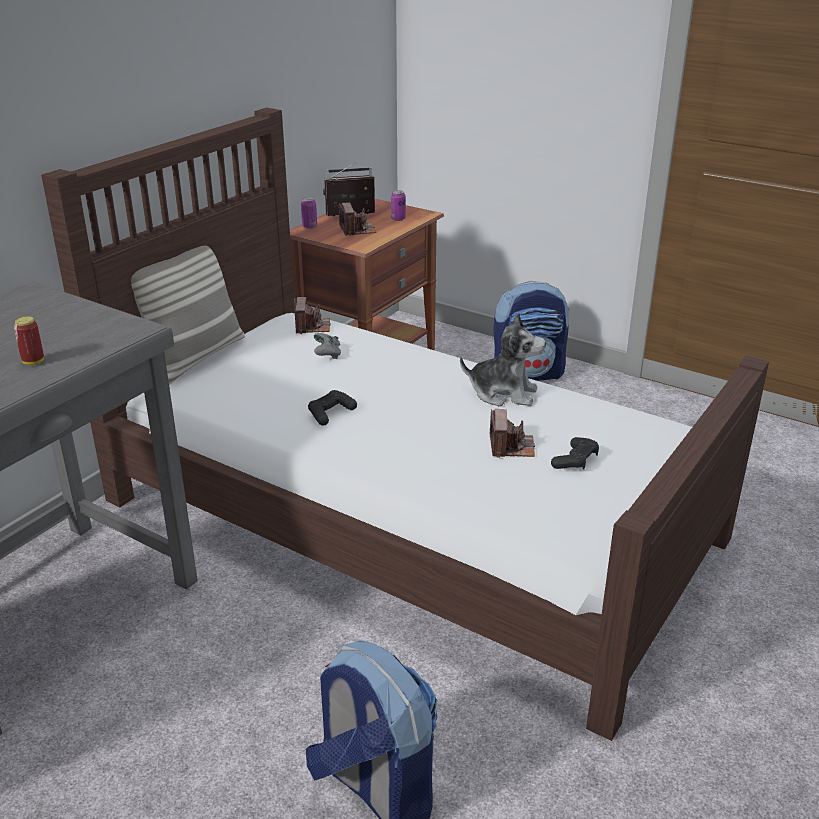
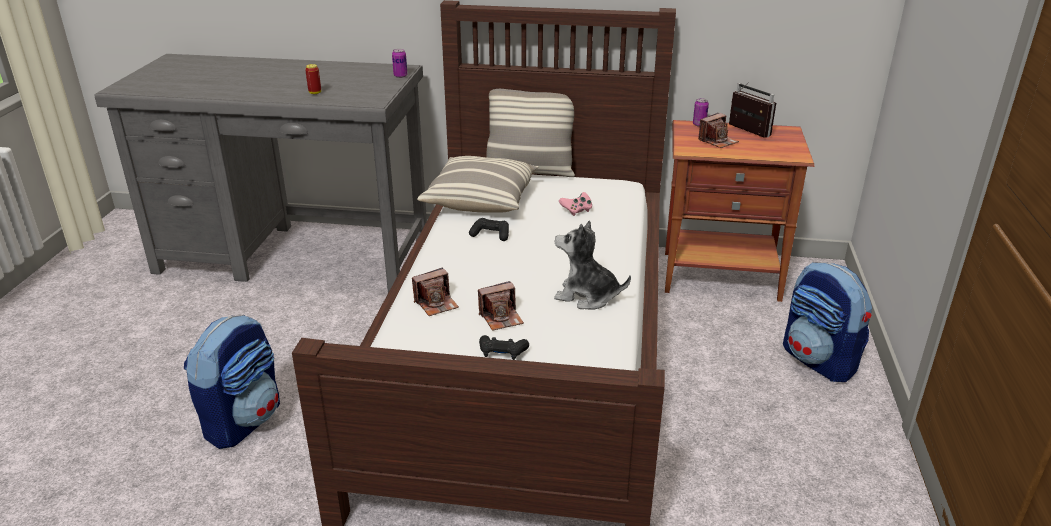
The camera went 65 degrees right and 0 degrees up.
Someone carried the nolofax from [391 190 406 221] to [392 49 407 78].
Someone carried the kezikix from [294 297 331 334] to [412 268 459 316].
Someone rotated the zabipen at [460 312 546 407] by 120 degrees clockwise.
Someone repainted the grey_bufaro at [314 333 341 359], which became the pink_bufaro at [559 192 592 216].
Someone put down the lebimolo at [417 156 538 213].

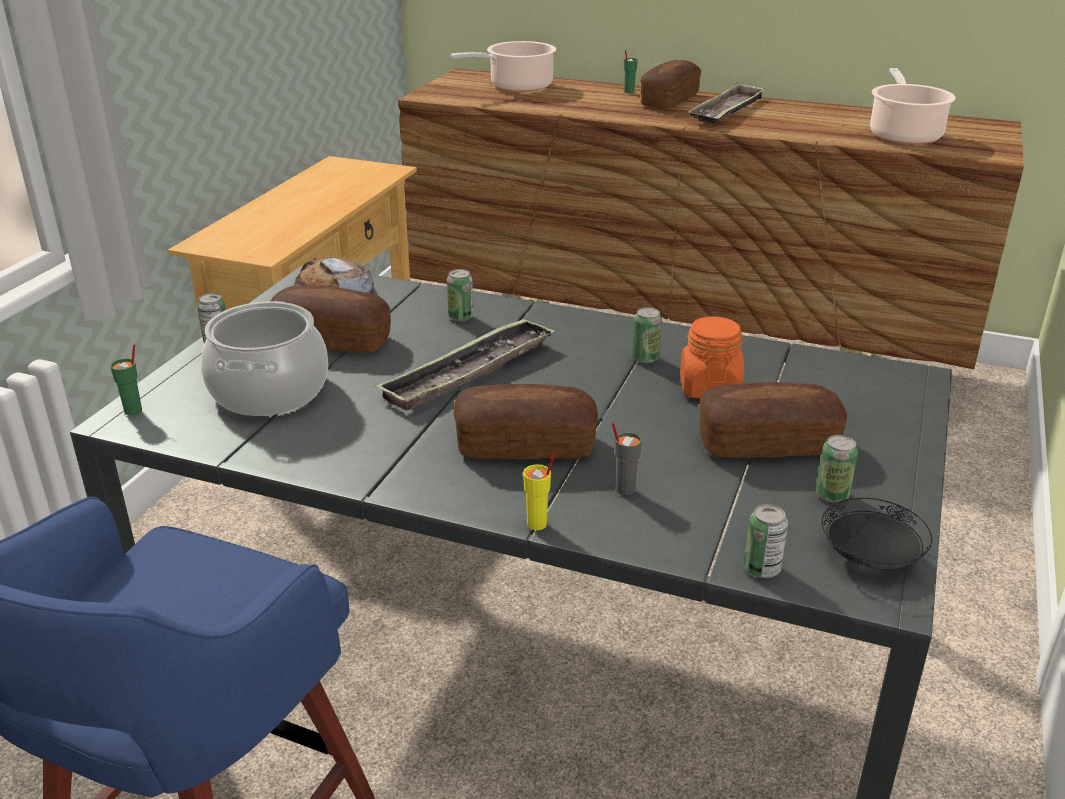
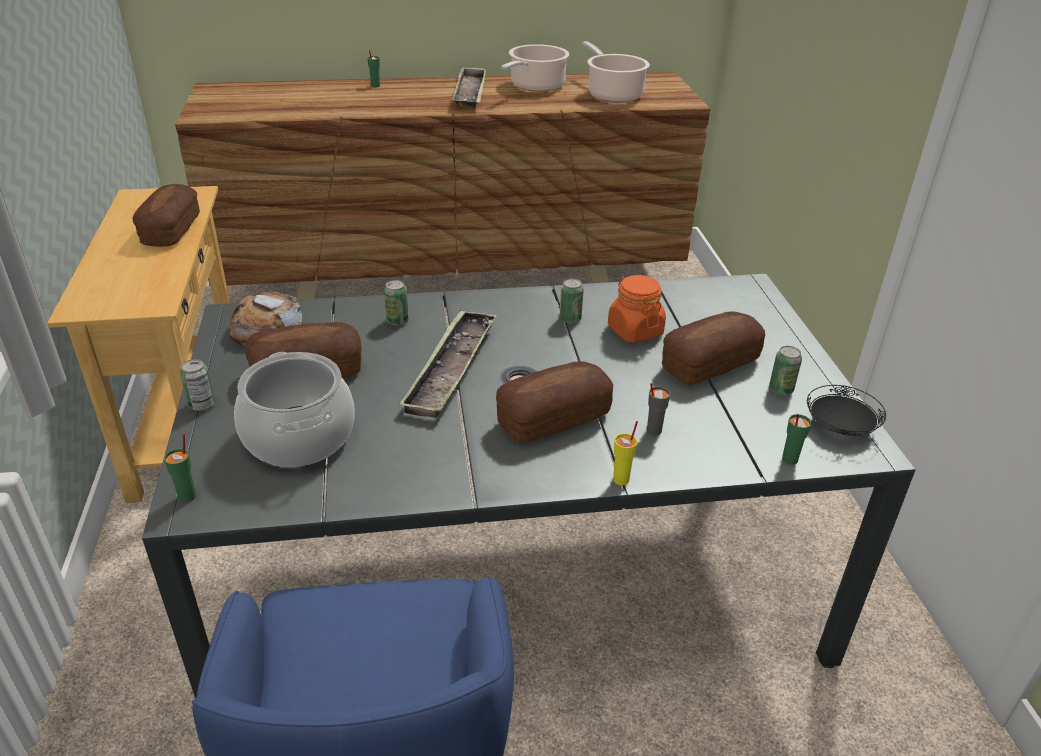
The camera went 30 degrees left and 5 degrees up.
Someone carried the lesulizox from [451 41 556 92] to [501 44 569 92].
Someone carried the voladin from [640 60 701 109] to [133 184 200 246].
Someone swapped the nolofax at [744 504 788 578] for the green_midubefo at [782 414 812 465].

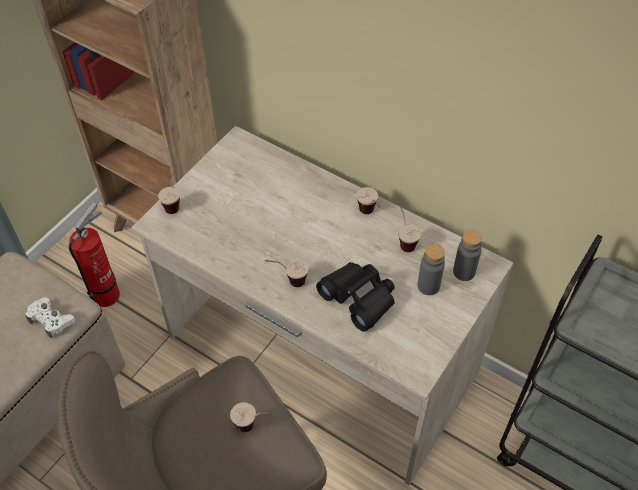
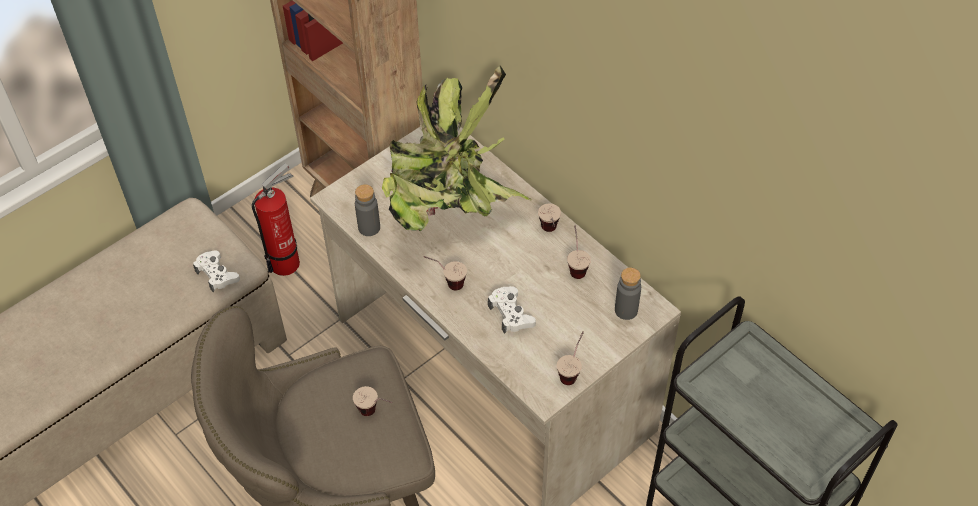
The camera went 15 degrees right and 0 degrees up.
Someone carried the midubefo from [158 164 180 214] to [557 331 584 385].
Someone carried the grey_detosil from [418 244 445 295] to [355 184 380 236].
Someone swapped the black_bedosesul at [316 262 395 332] for the white_bufaro at [488 286 536 334].
Someone put down the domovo at [382 66 532 232].

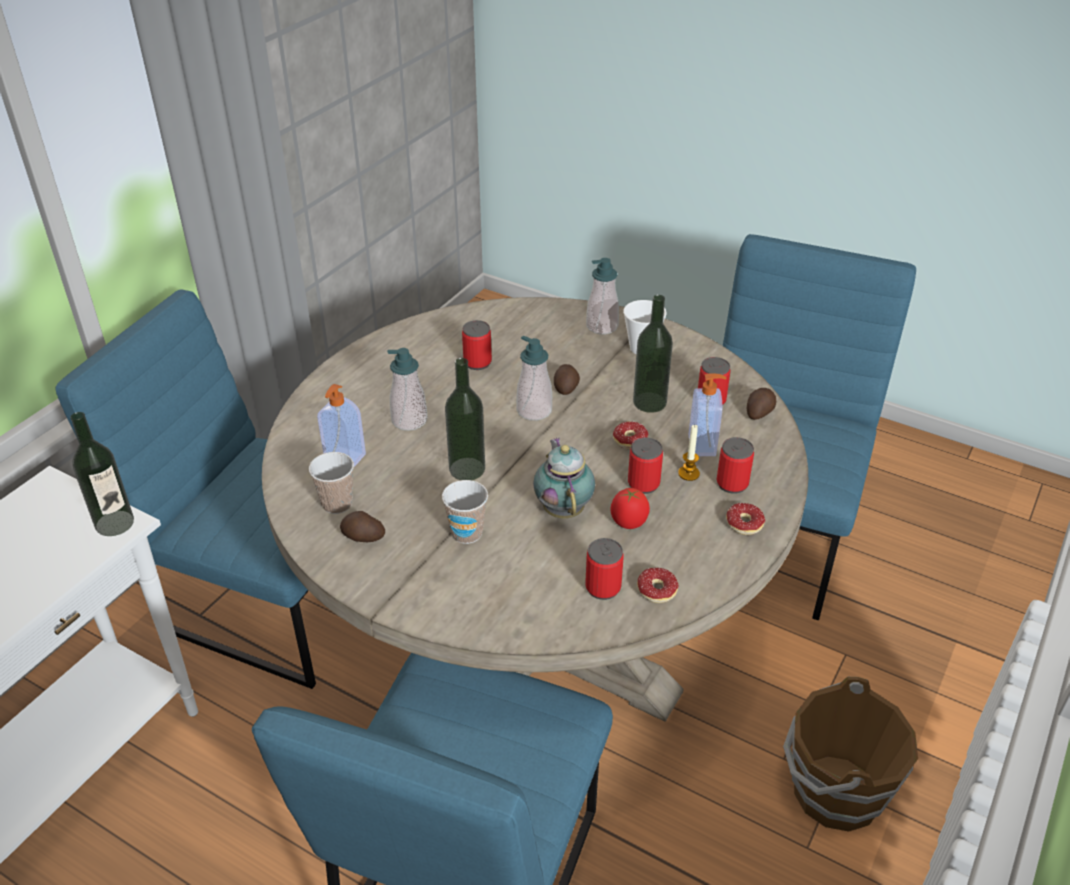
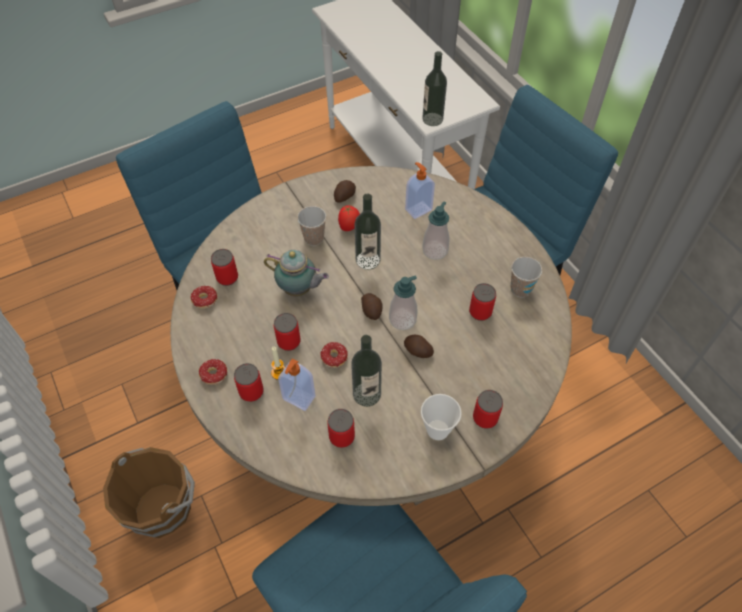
The camera went 120 degrees right and 15 degrees up.
Someone swapped the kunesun at [586 258 619 334] for the nolofax at [473 390 503 428].
Someone carried the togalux from [747 388 776 420] to [361 293 383 320].
Someone carried the midubefo from [309 452 354 514] to [511 257 542 297].
Someone carried the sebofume from [610 488 650 529] to [338 205 360 231].

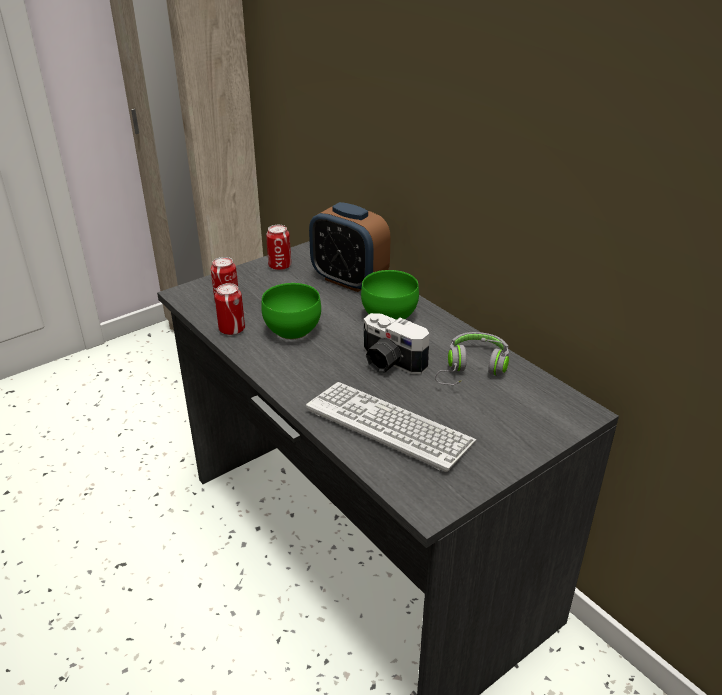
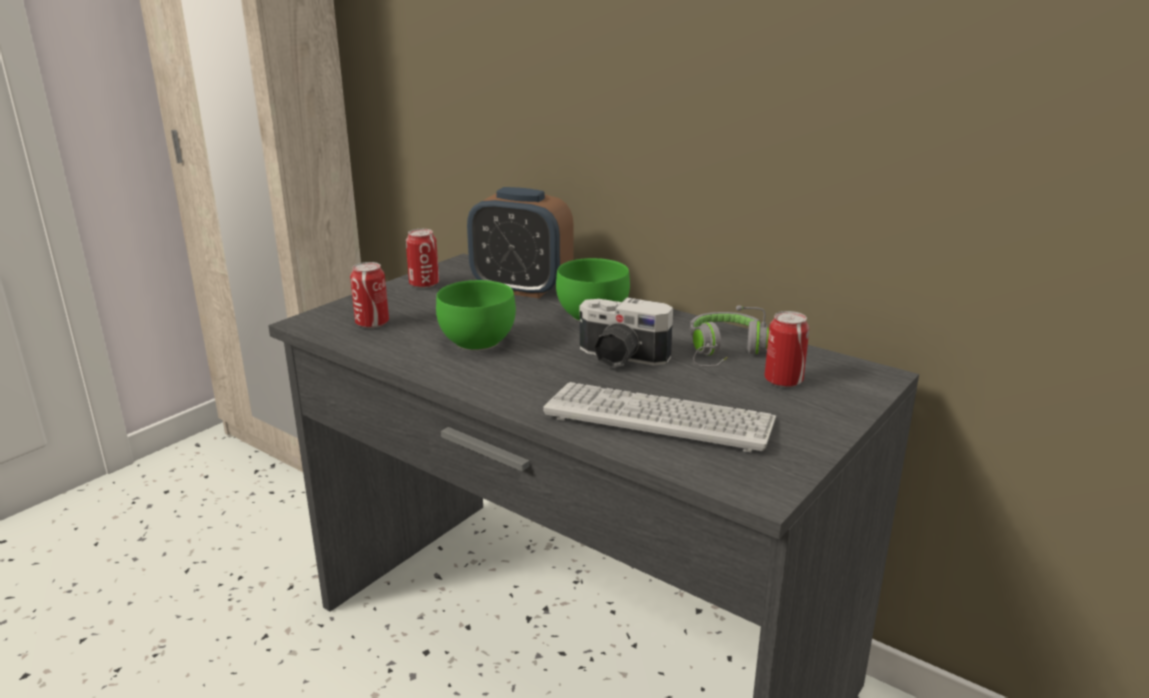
The camera went 15 degrees left and 10 degrees down.
Someone carried the nolofax from [215 283 245 335] to [765 311 809 387].

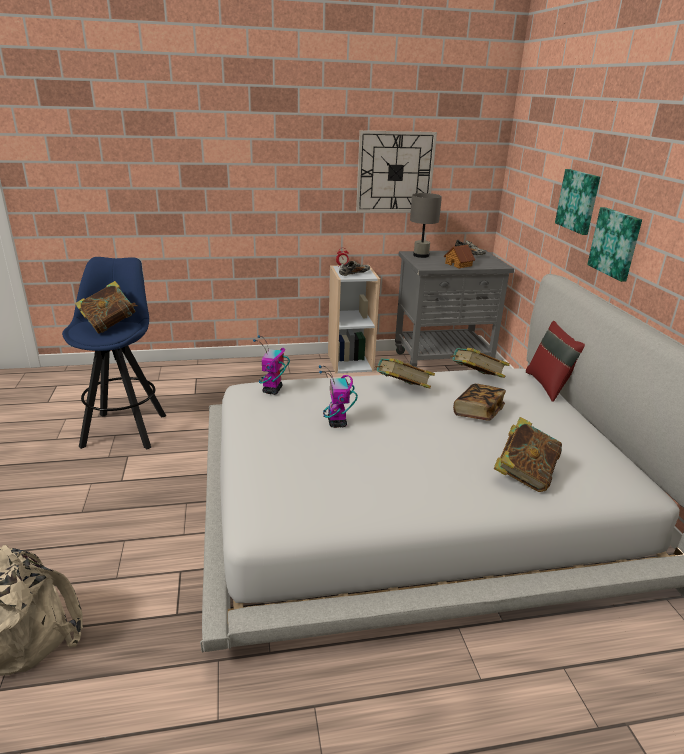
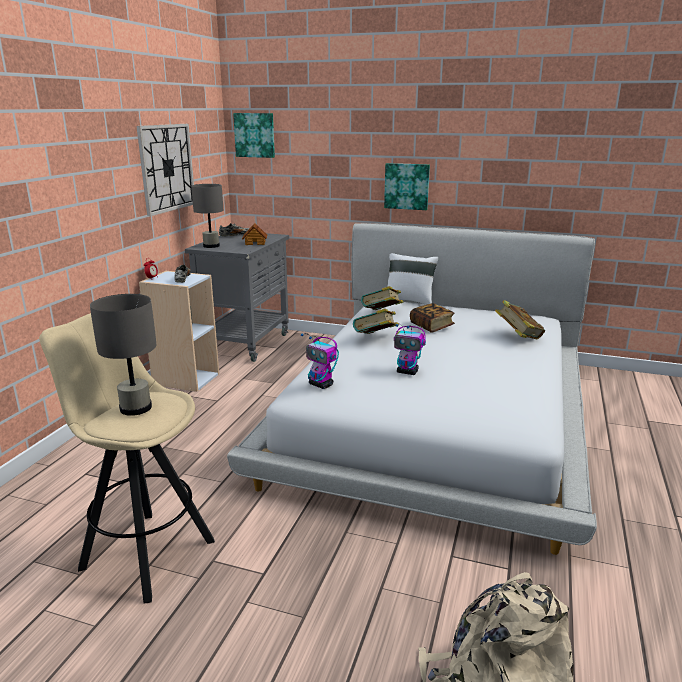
The camera went 60 degrees left and 5 degrees down.
Someone carried the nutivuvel from [555 169 600 235] to [233 113 275 158].
Someone repainted the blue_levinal at [62 257 166 449], which became the beige_levinal at [39 313 215 604].
Someone swapped the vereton at [75 281 137 334] for the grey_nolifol at [90 294 156 416].
Someone repainted the red_lebimolo at [526 321 585 402], which became the white_lebimolo at [387 253 438 305].

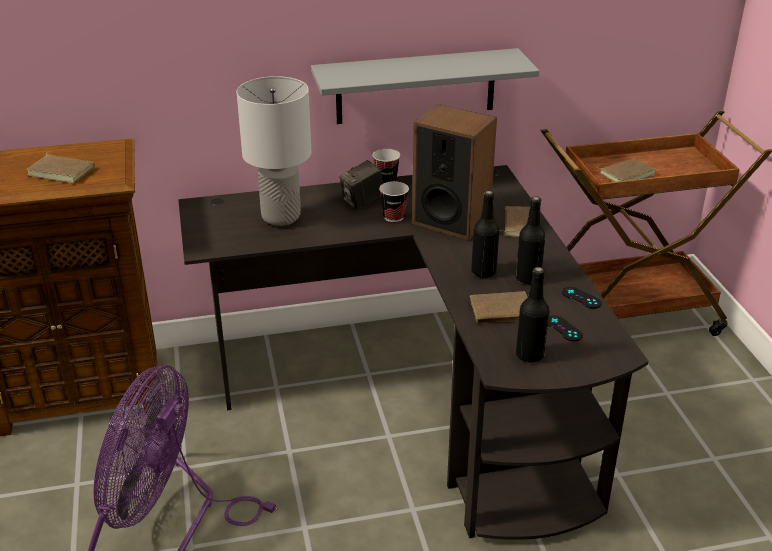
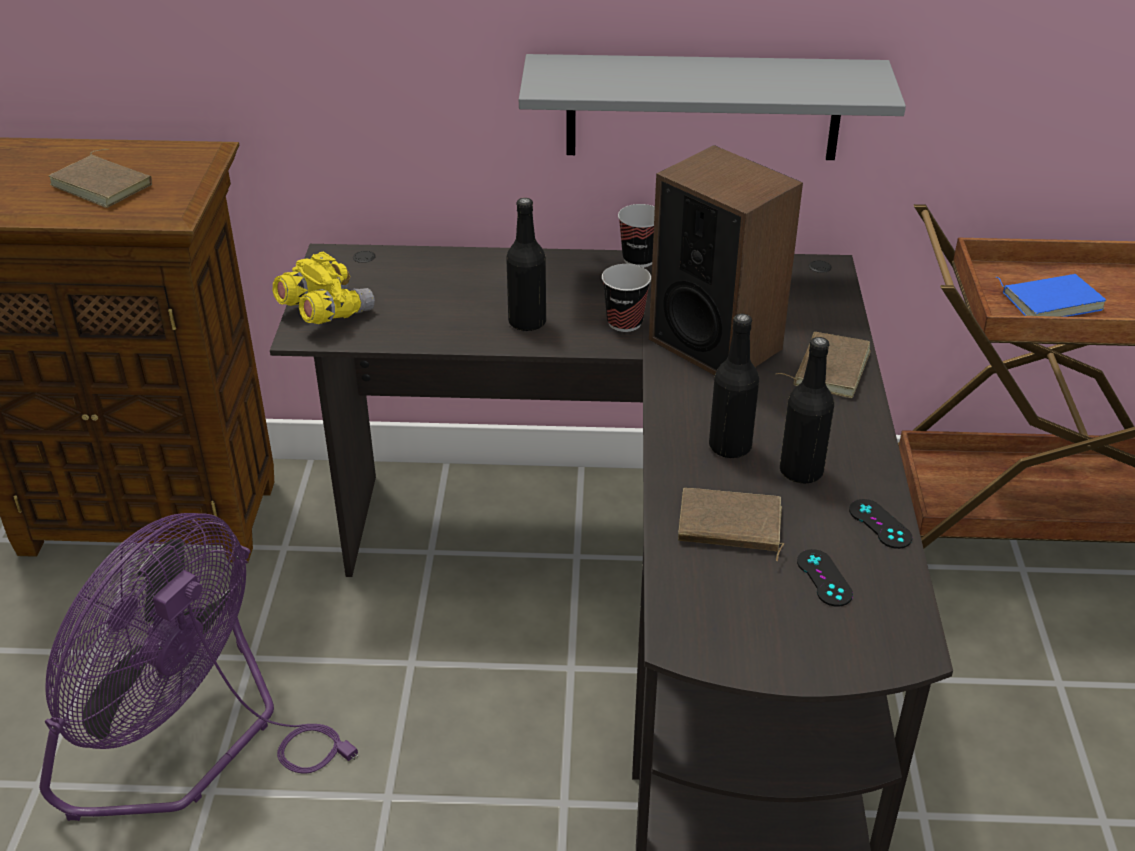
The camera went 15 degrees right and 5 degrees up.
Someone took away the grey_nolifol at [237 76 311 226].
Someone repainted the brown_vereton at [595 158 656 182], which became the blue_vereton at [996 274 1107 317].
Someone took away the kezikix at [339 160 383 210].
Someone carried the black_detosil from [516 267 549 363] to [506 198 546 332].
Someone put down the yellow_bedosesul at [273 252 375 324].

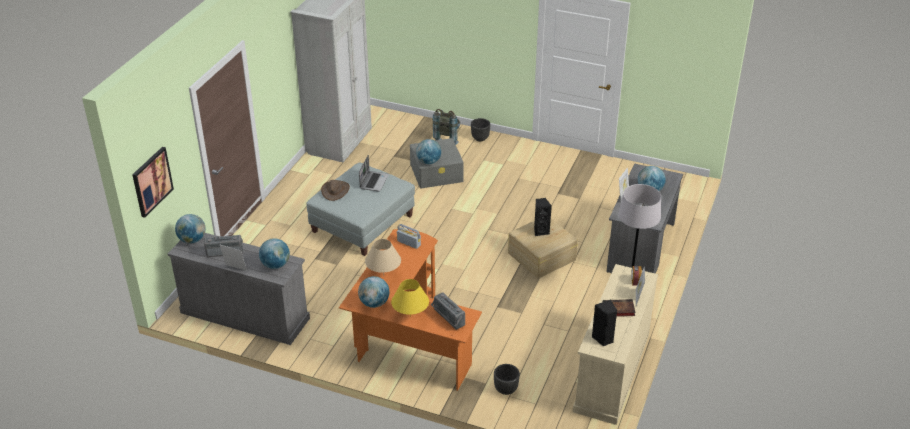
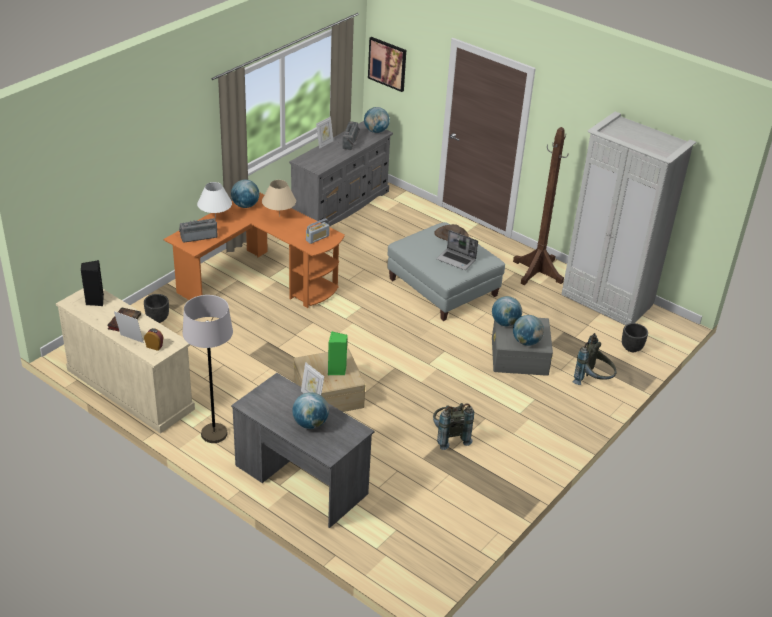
The camera went 105 degrees right and 0 degrees up.
Someone carried the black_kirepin from [471 118 490 141] to [622 323 648 352].
Someone repainted the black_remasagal at [534 198 552 236], which became the green_remasagal at [328 331 348 375].
Someone carried the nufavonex from [259 238 290 269] to [513 315 544 346].
Someone repainted the yellow_nolifol at [391 279 429 317], which became the white_nolifol at [197 182 232 220].
Someone put down the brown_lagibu at [513 127 569 285].
Someone put down the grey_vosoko at [433 403 474 450].

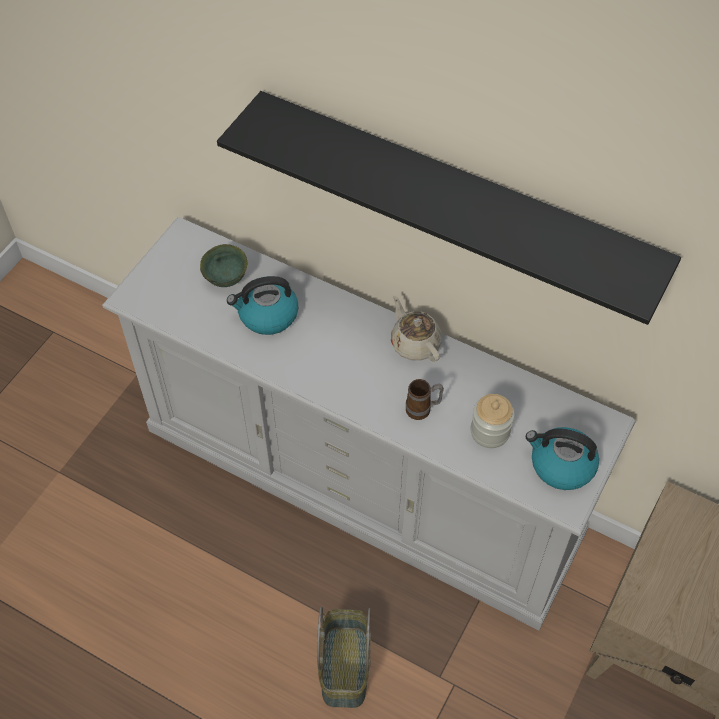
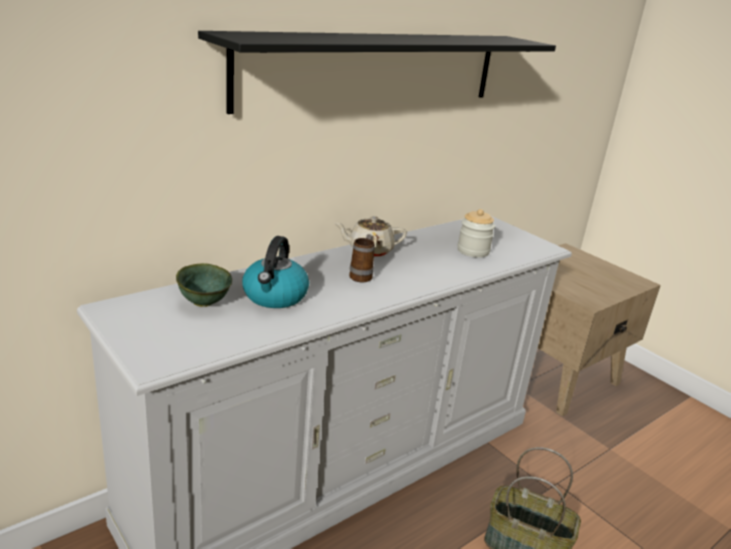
The camera went 70 degrees left and 30 degrees down.
Someone carried the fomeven from [406 379 444 420] to [349 234 375 282].
Someone took away the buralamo at [526 427 599 490].

